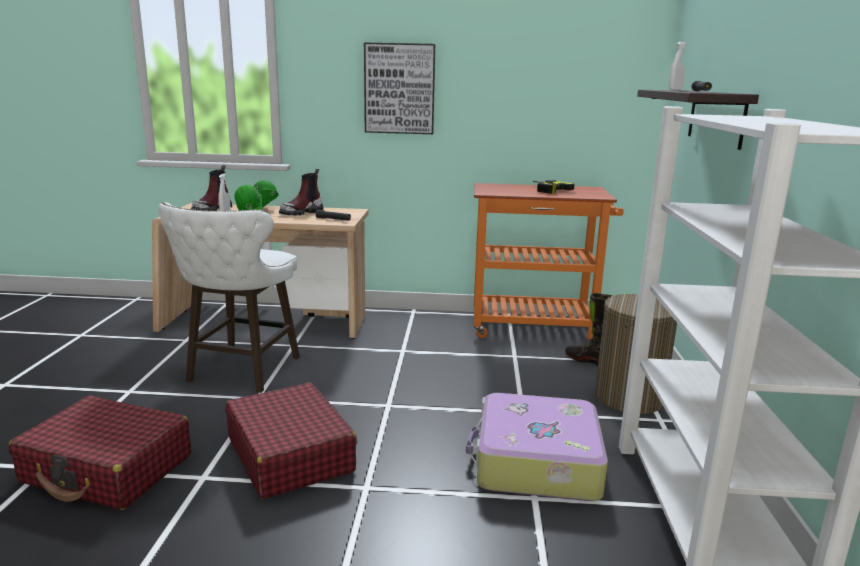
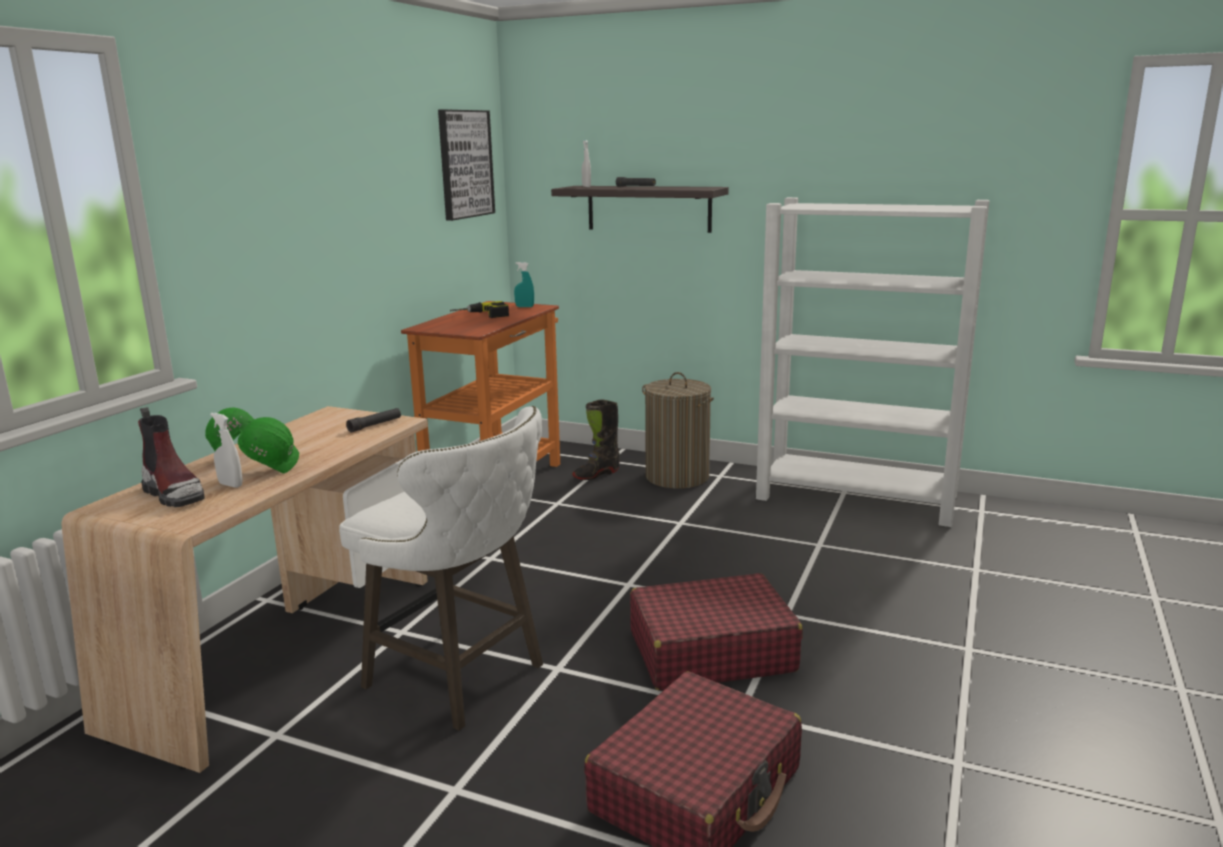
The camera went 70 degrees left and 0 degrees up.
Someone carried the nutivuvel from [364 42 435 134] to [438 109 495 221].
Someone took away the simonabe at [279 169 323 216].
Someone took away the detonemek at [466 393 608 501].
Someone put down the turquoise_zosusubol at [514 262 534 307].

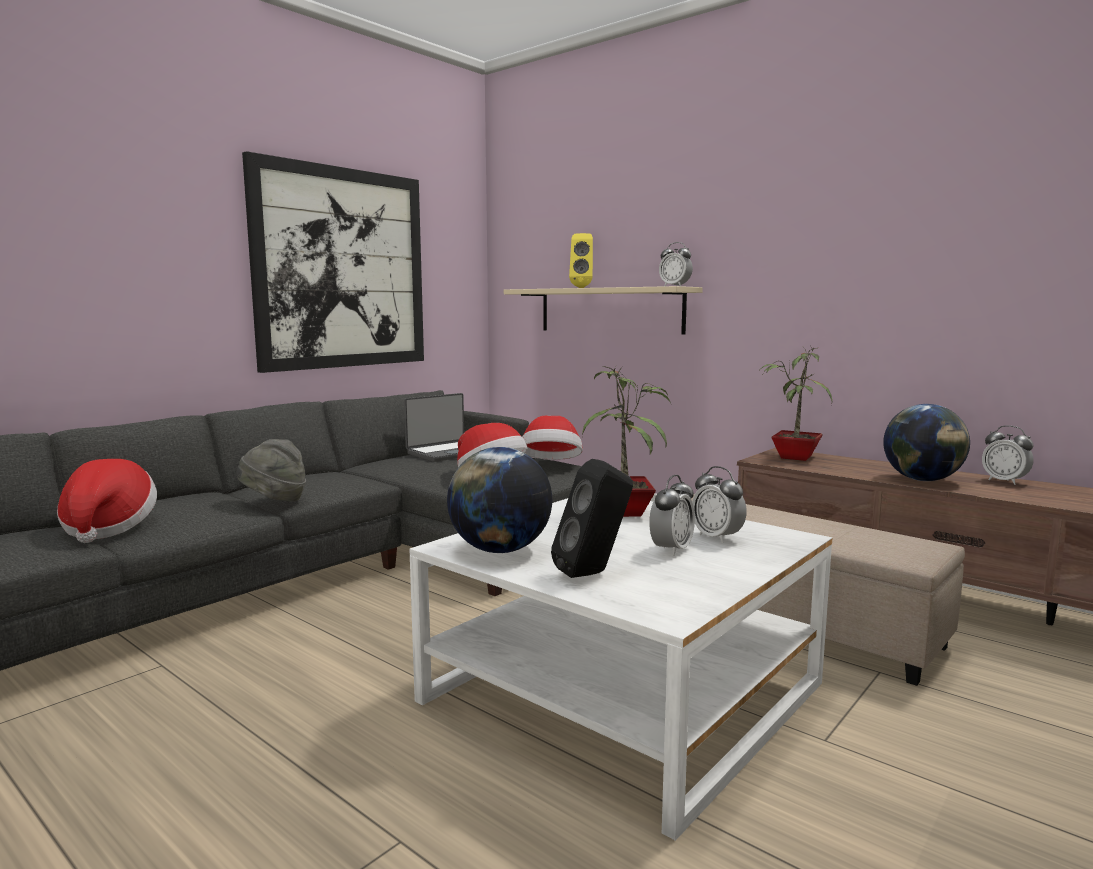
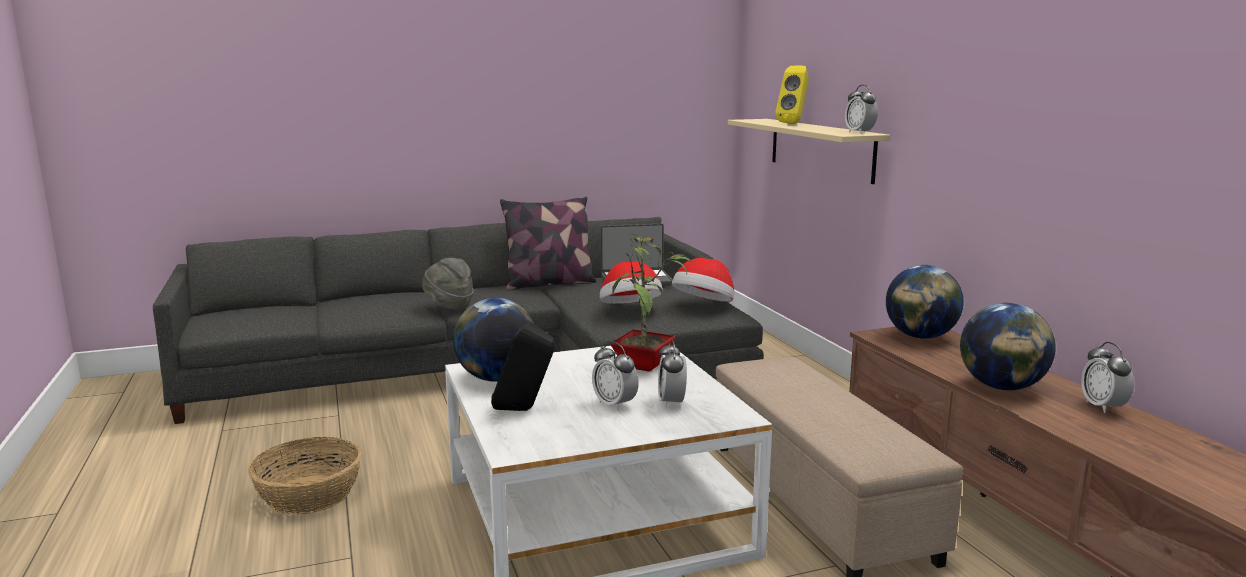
The camera went 30 degrees right and 5 degrees up.
Someone took away the nutivuvel at [242 151 424 373].
Someone swapped the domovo at [761 347 832 461] for the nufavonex at [886 265 964 339].
Someone took away the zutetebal at [57 459 157 543].
Someone rotated the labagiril at [649 475 695 556] by 75 degrees clockwise.
Someone put down the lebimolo at [500 196 597 290].
Someone put down the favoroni at [248 437 362 514].

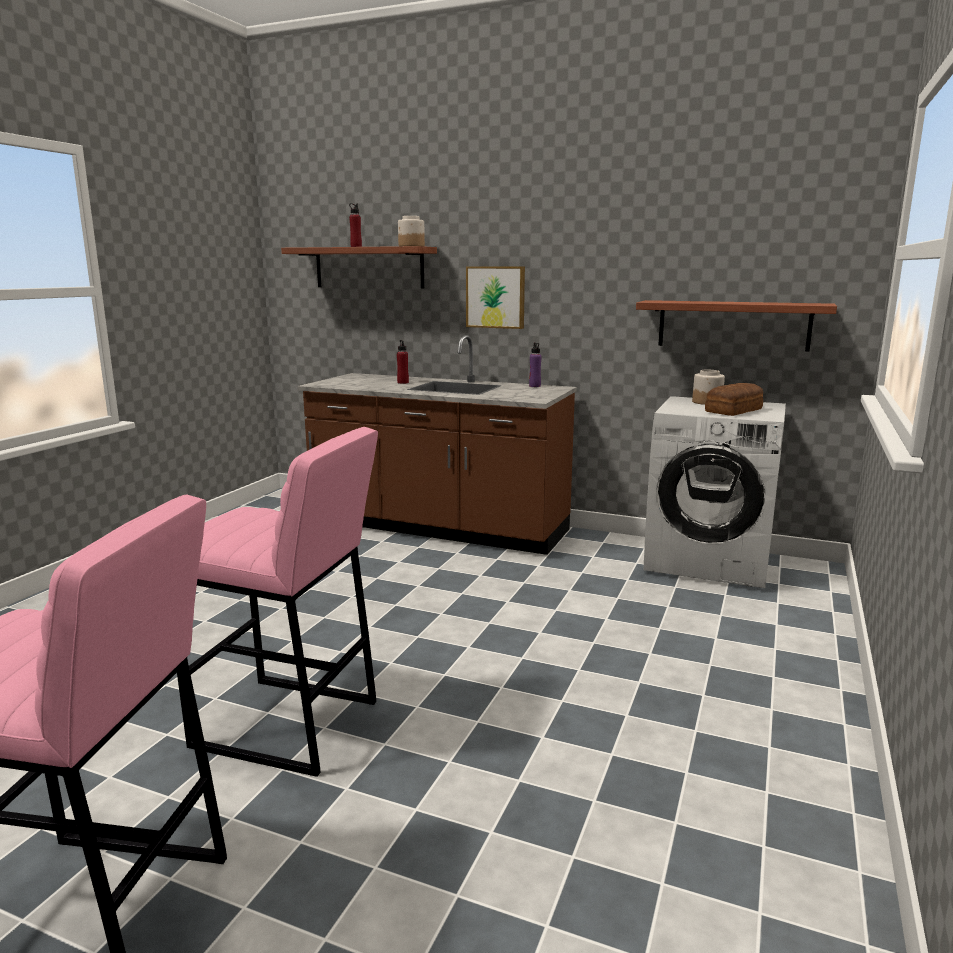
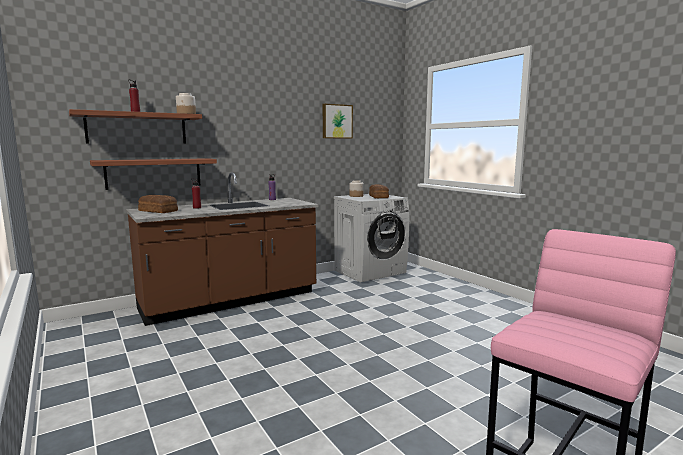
The camera went 55 degrees left and 5 degrees down.
Someone carried the nutivuvel from [466 266 525 329] to [323 104 353 139].
Someone carried the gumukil from [636 300 837 351] to [90 158 217 190].
Someone took away the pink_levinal at [177 427 378 777].
Someone put down the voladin at [138 195 178 213].

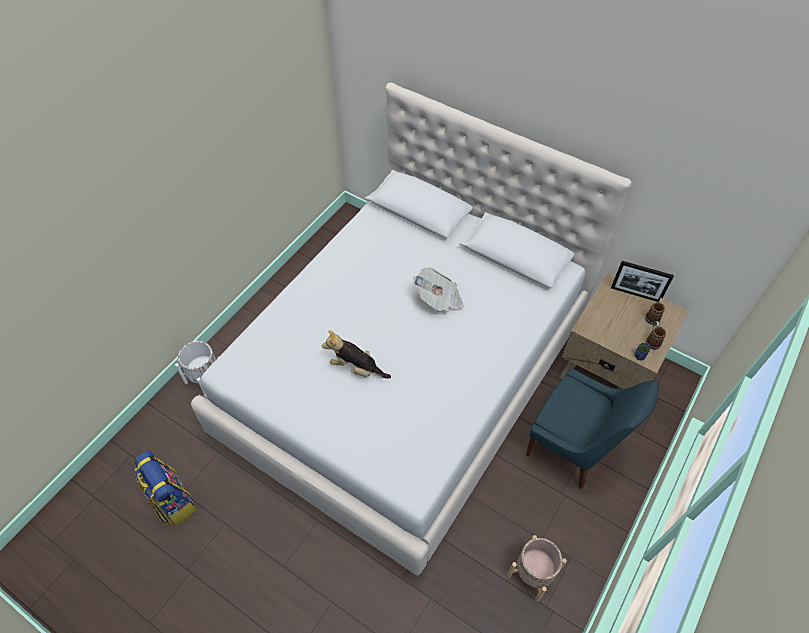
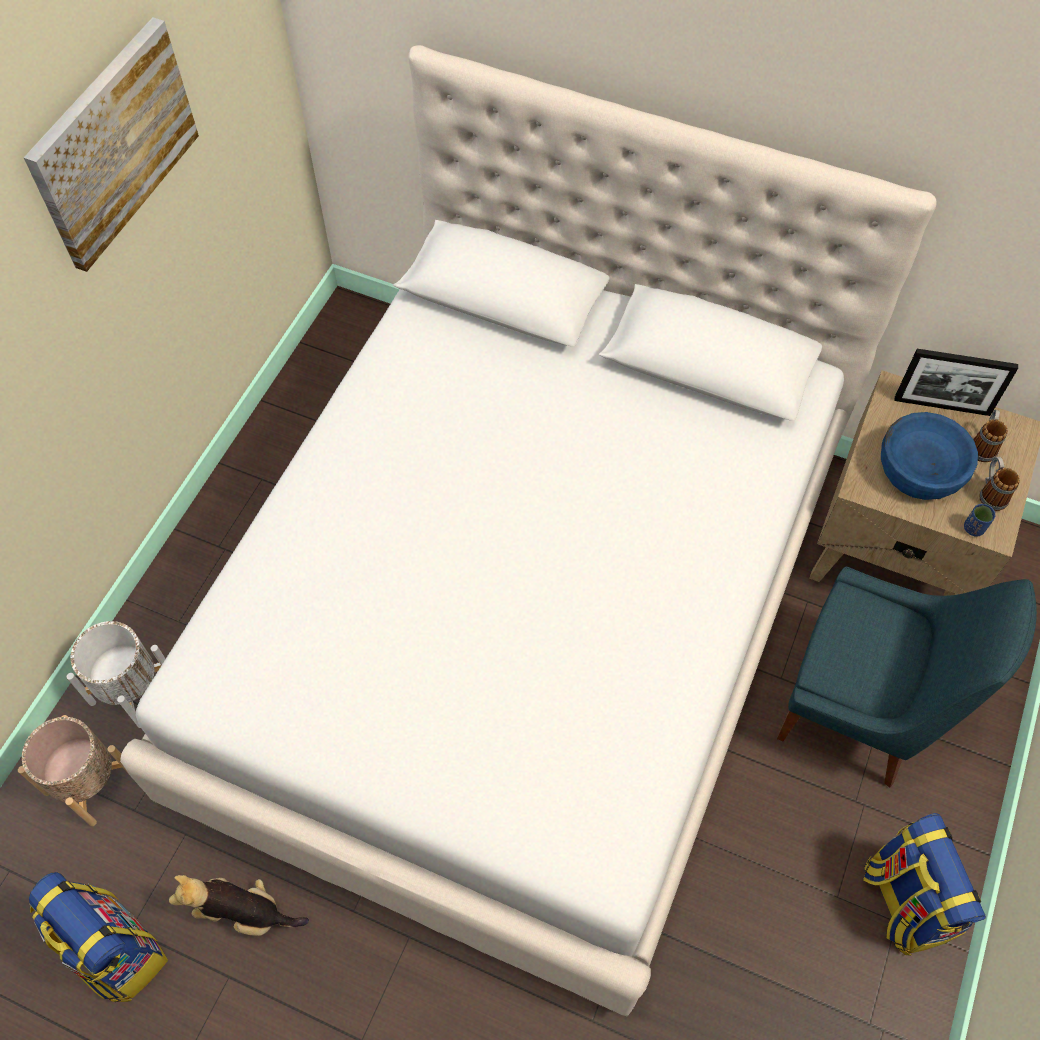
The camera went 10 degrees left and 5 degrees up.
Someone took away the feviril at [413 268 464 312].
Someone carried the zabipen from [322 330 391 379] to [169 875 309 936].
Someone carried the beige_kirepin from [507 535 567 601] to [18 715 128 826].
Someone put up the nutivuvel at [24 17 199 272].
Someone put down the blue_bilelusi at [881 412 978 500].
Someone put down the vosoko at [863 813 986 956].

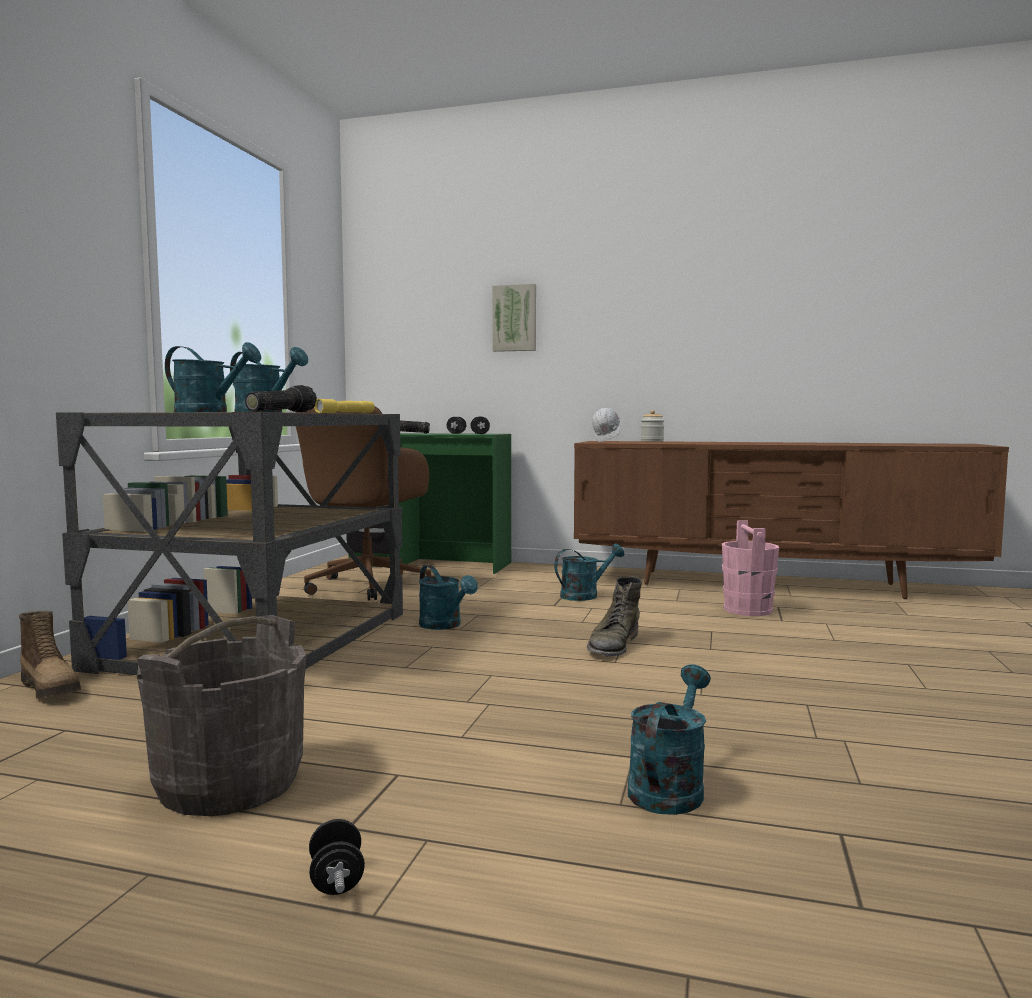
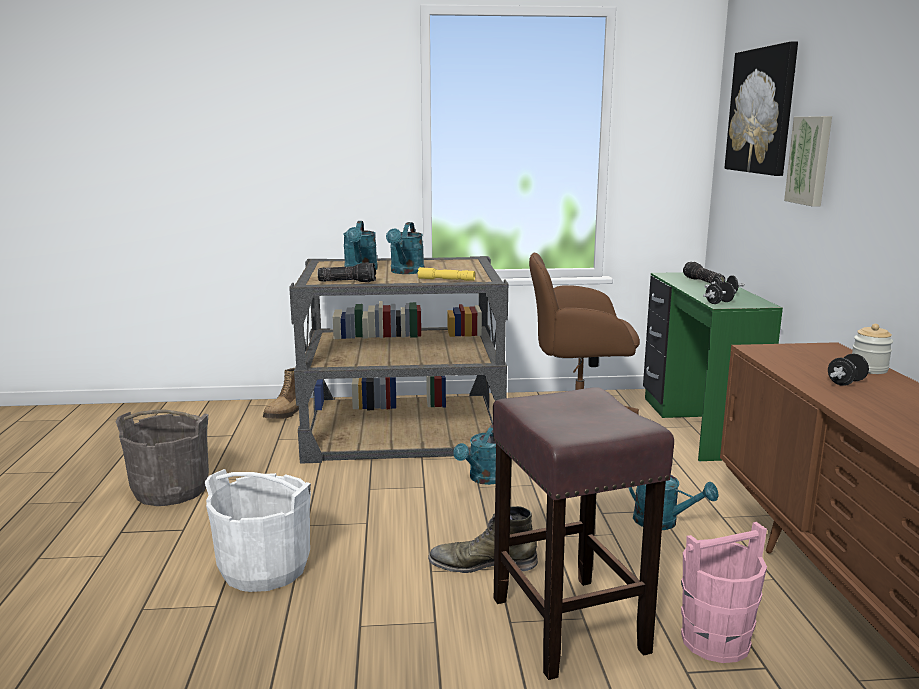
The camera went 70 degrees right and 10 degrees up.
Someone took away the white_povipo at [592 408 621 442].
Someone took away the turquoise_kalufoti at [628 664 711 815].
Someone carried the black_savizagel from [309 819 365 895] to [828 354 869 386].
Someone put up the nutivuvel at [724 41 798 176].
Someone put down the brown_levinal at [493 387 674 680].
Someone put down the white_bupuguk at [205 469 311 592].

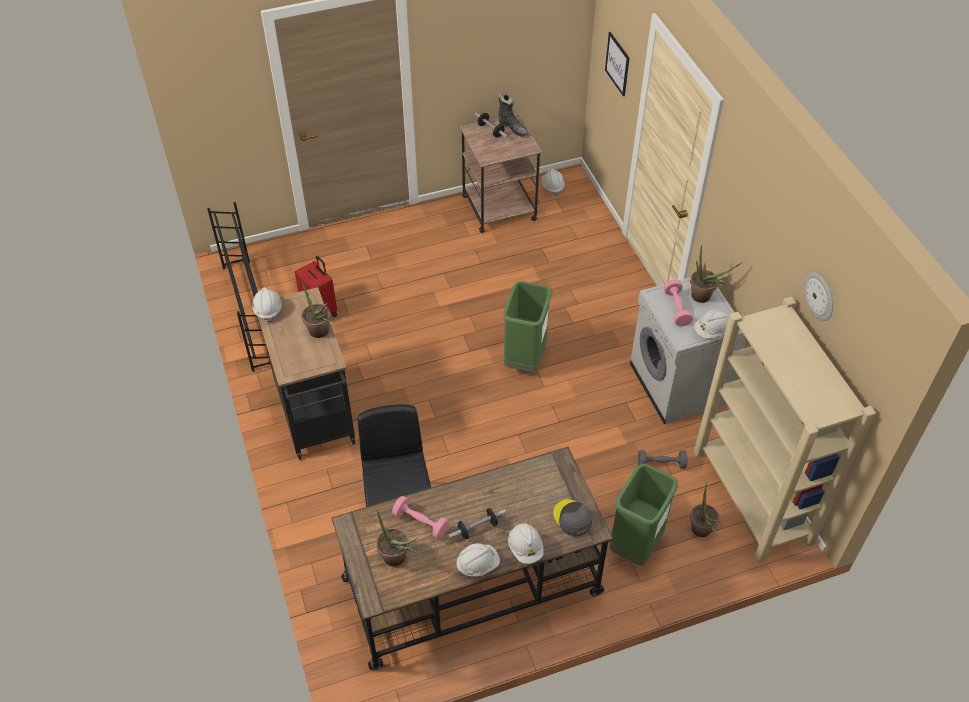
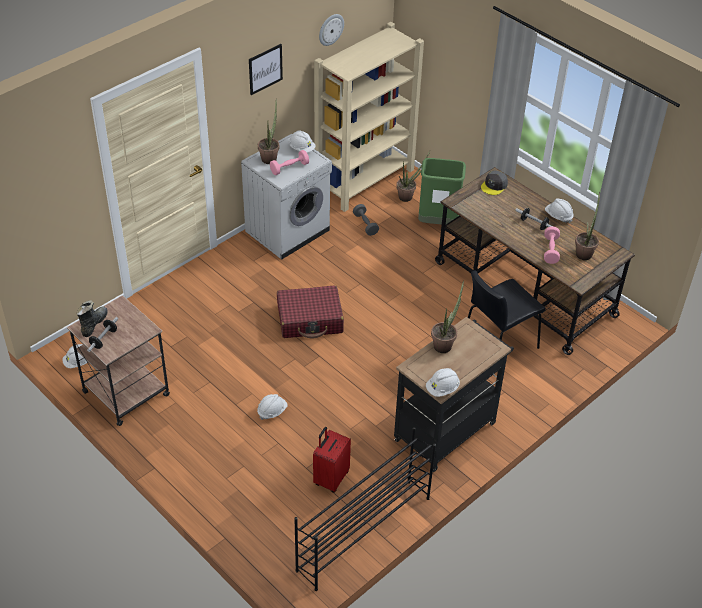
The camera went 115 degrees left and 5 degrees down.
Someone carried the nutivuvel from [605 32 629 96] to [249 44 283 95].
Someone swapped the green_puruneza at [503 281 552 372] for the red_detonemek at [277 285 344 338].
Someone carried the white_povipo from [508 523 544 564] to [257 394 288 420].

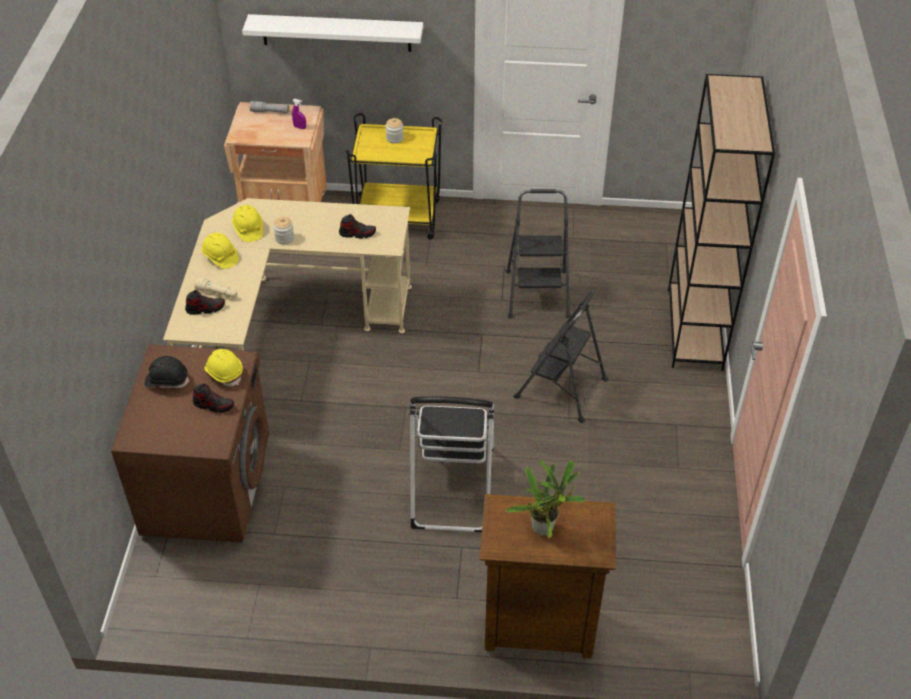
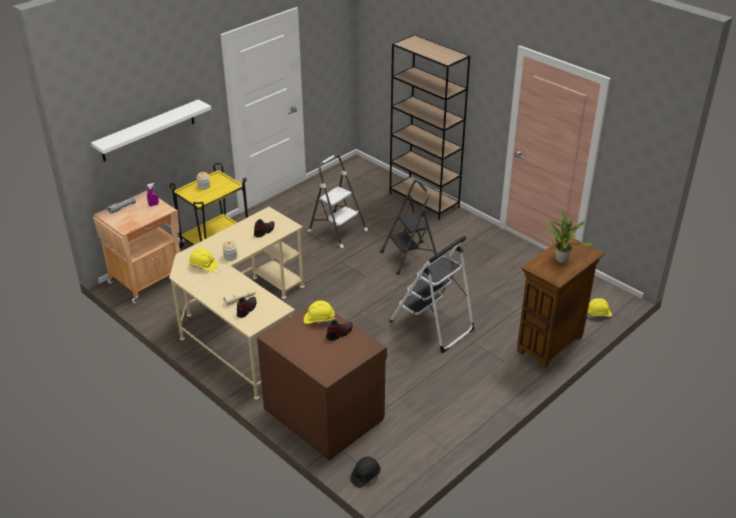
The camera went 50 degrees left and 10 degrees down.
Someone repainted the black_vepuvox at [506 189 571 319], which became the white_vepuvox at [307 155 368 248].
Someone carried the yellow_povipo from [201 233 239 269] to [587 298 612 317].
Someone carried the black_povipo from [145 356 190 388] to [350 457 381 488].

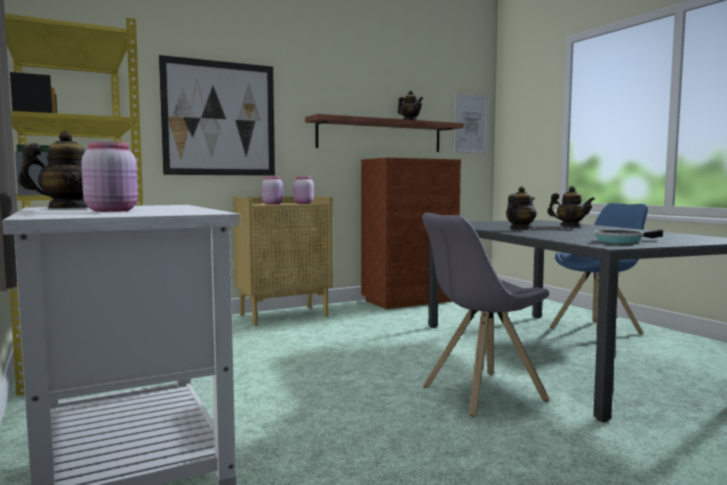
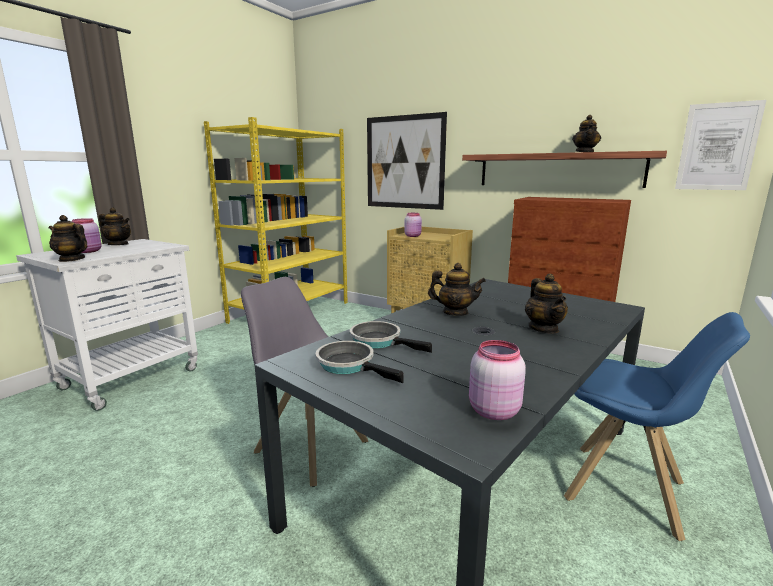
The camera went 60 degrees right and 10 degrees up.
Someone carried the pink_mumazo from [293 177 314 204] to [469 340 526 420].
Someone put down the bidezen at [49 215 87 262].
Someone put down the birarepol at [350 321 432 353].

